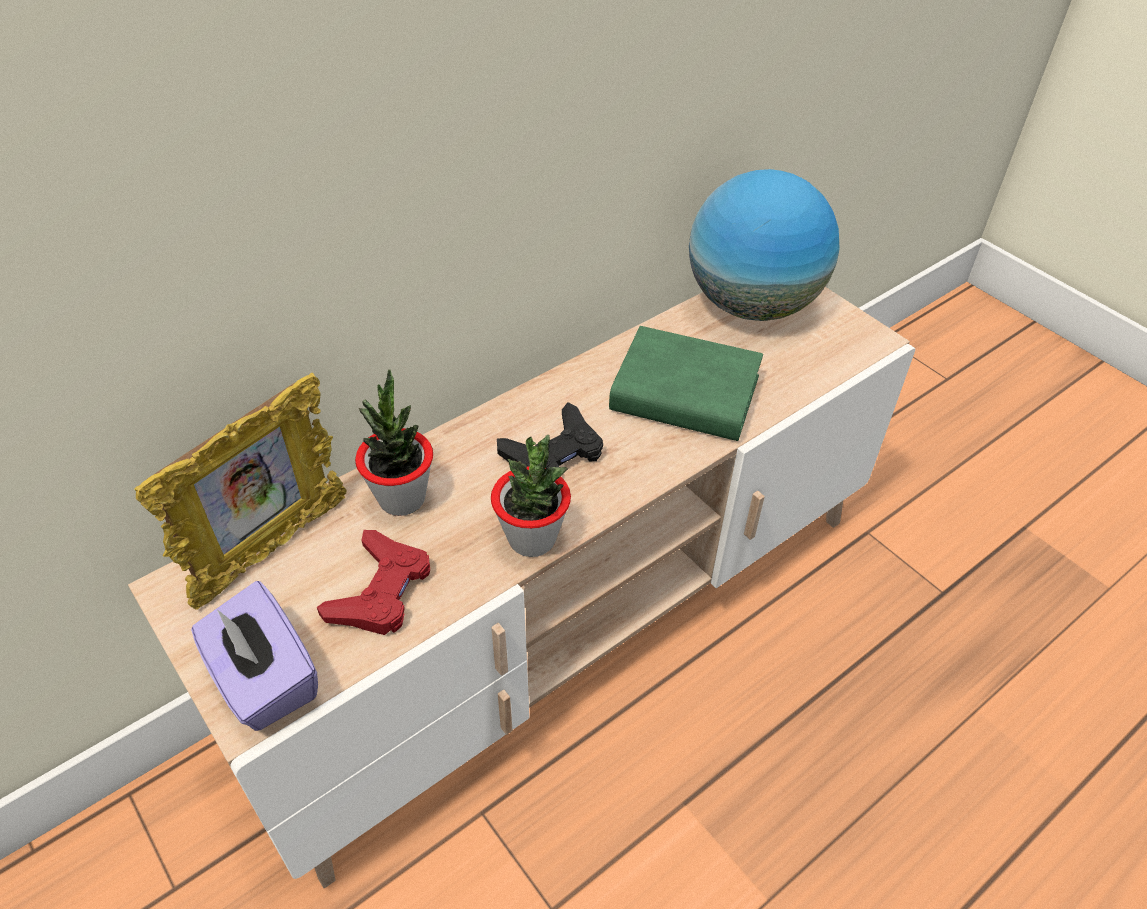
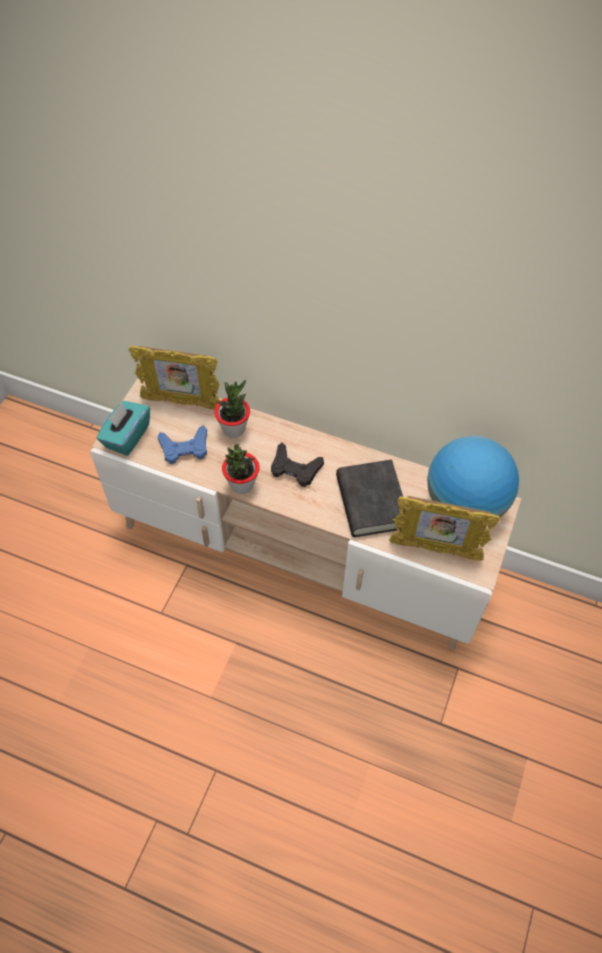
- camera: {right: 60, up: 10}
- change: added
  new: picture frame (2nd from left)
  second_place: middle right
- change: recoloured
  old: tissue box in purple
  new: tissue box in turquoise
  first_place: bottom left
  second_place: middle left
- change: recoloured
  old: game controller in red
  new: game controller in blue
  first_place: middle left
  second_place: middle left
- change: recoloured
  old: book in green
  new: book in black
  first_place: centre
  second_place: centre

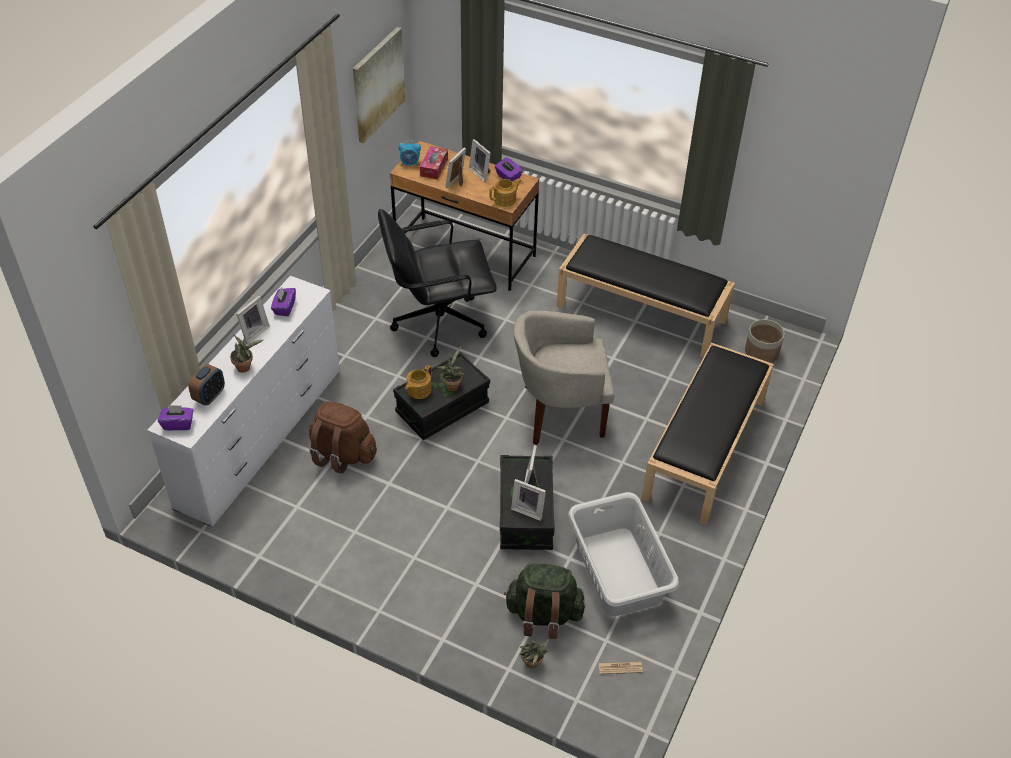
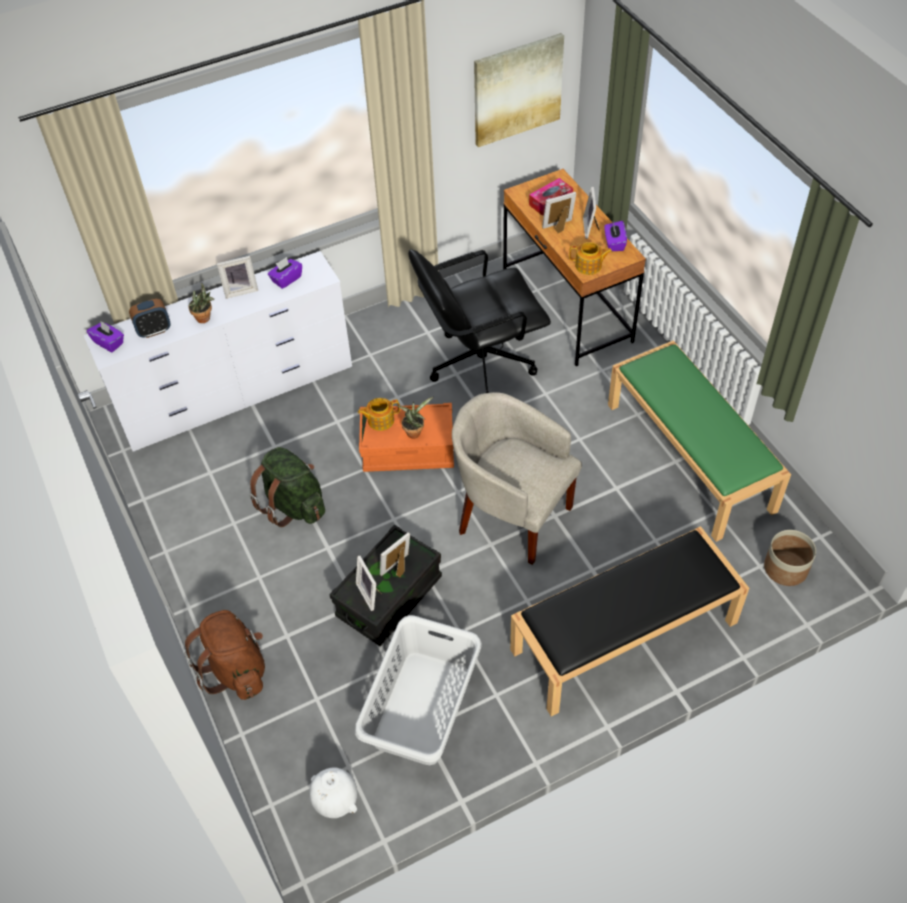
- camera: {right: 40, up: 5}
- change: removed
  old: alarm clock (2nd from left)
  first_place: top centre
- change: removed
  old: potted plant (3rd from left)
  first_place: bottom centre
- change: moved
  old: backpack in brown
  first_place: centre
  second_place: bottom left
- change: moved
  old: backpack in green
  first_place: bottom centre
  second_place: middle left
- change: replaced
  old: newspaper
  new: vase in white
  first_place: bottom centre
  second_place: bottom centre
- change: recoloured
  old: storage box in black (1st from left)
  new: storage box in orange
  first_place: centre
  second_place: centre
- change: recoloured
  old: bench in black (1st from left)
  new: bench in green
  first_place: centre
  second_place: middle right
- change: turned
  old: office chair in black
  first_place: centre
  second_place: centre
  degrees: -45

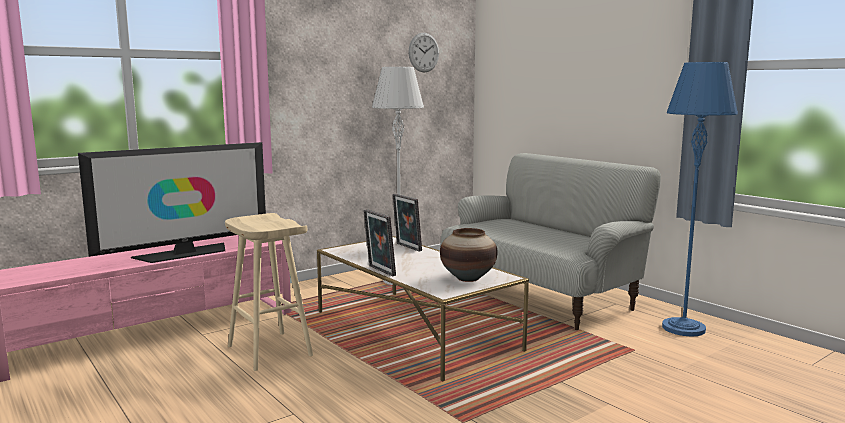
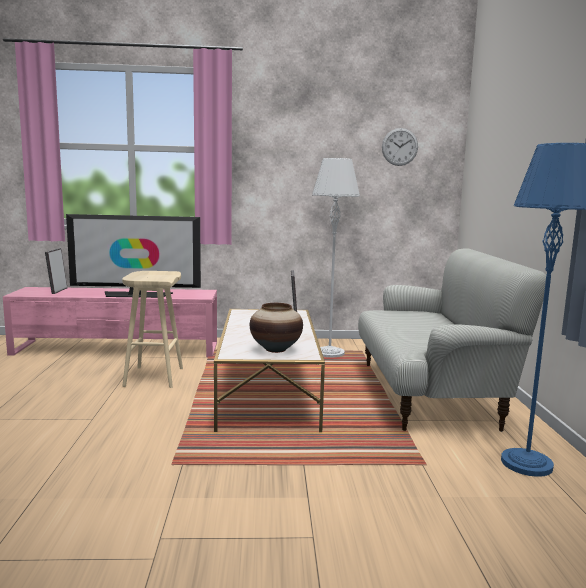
- camera: {right: 35, up: 0}
- change: moved
  old: picture frame (1st from left)
  first_place: centre
  second_place: middle left

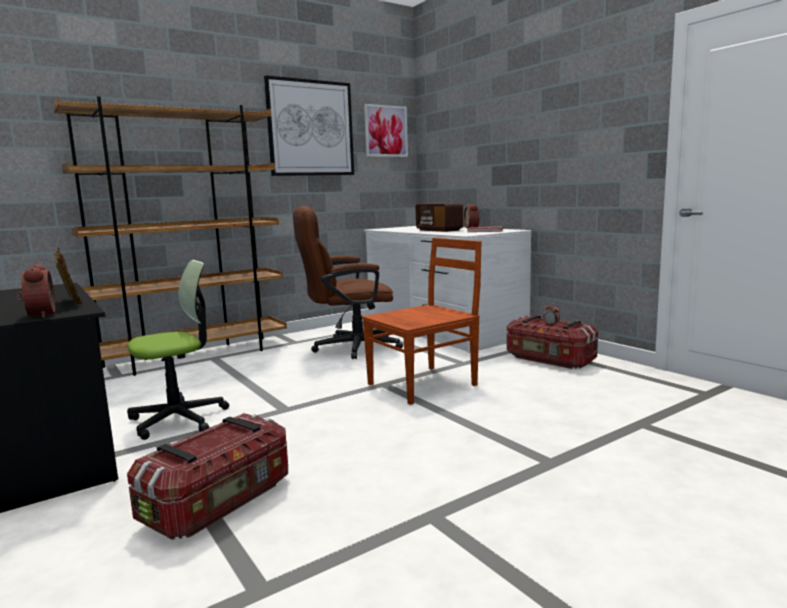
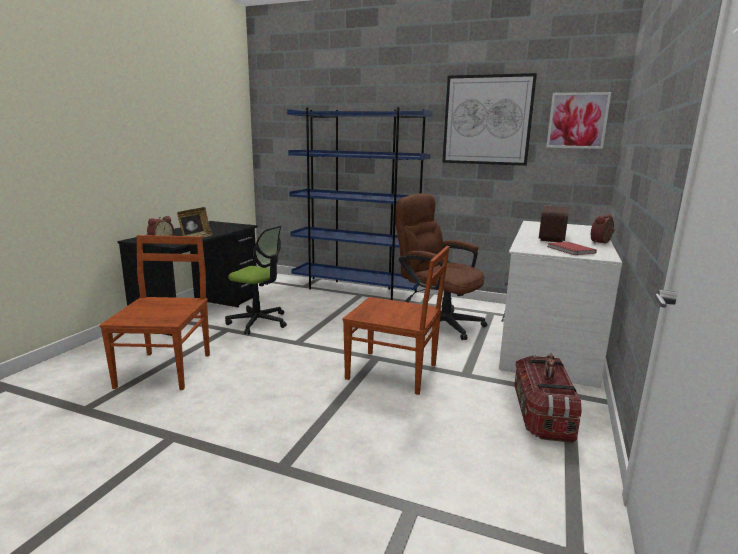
- camera: {right: 55, up: 5}
- change: replaced
  old: storage box (1st from left)
  new: chair in brown (1st from left)
  first_place: bottom left
  second_place: middle left
- change: recoloured
  old: bookcase in brown
  new: bookcase in blue
  first_place: middle left
  second_place: centre

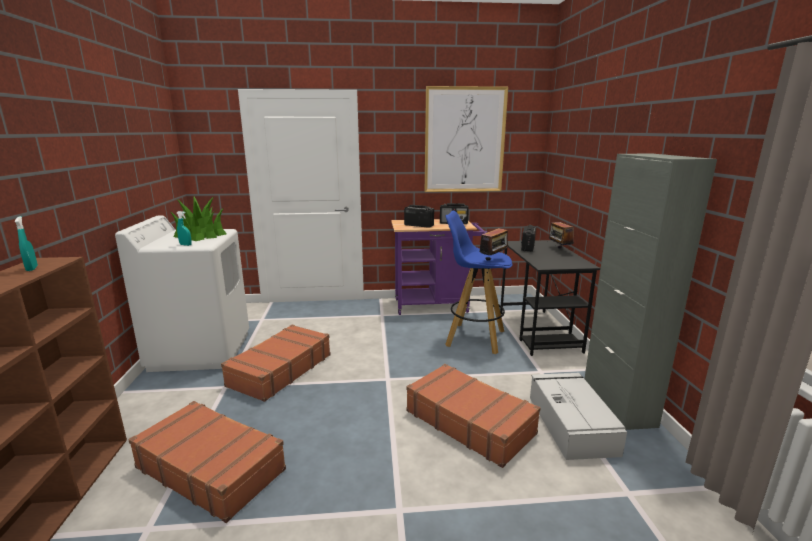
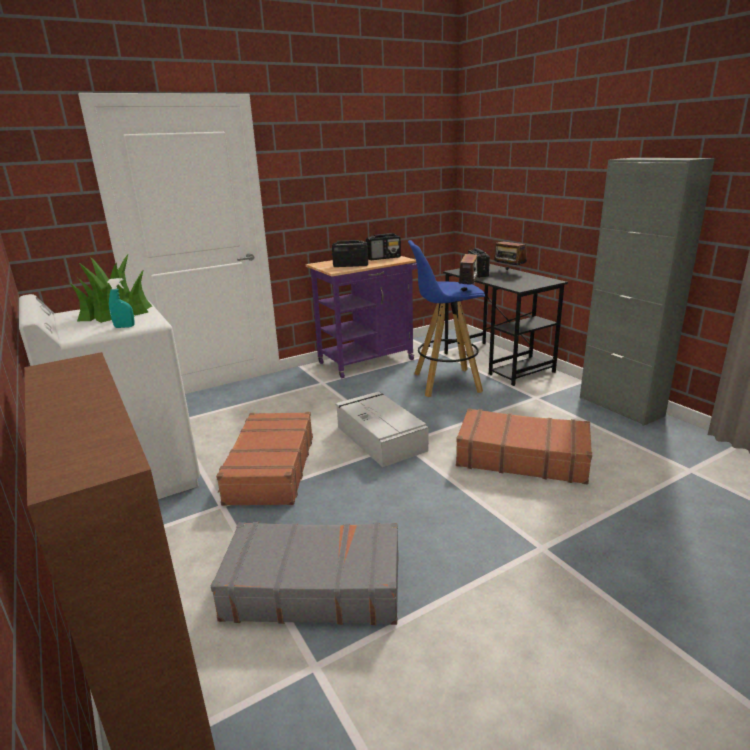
- camera: {right: -25, up: 5}
- change: removed
  old: spray bottle in turquoise (1st from left)
  first_place: middle left
- change: removed
  old: picture
  first_place: top centre
- change: moved
  old: storage box in grey
  first_place: bottom right
  second_place: centre
- change: recoloured
  old: suitcase in brown (1st from left)
  new: suitcase in grey
  first_place: bottom left
  second_place: bottom centre

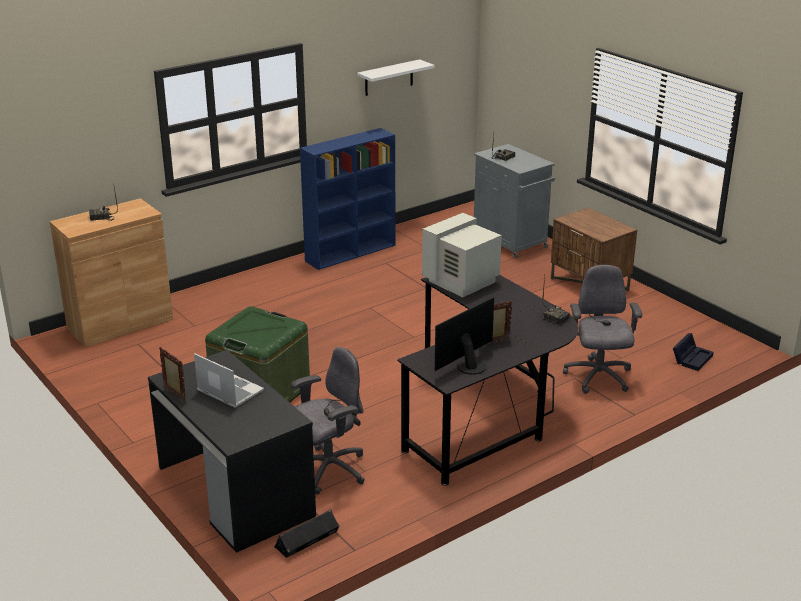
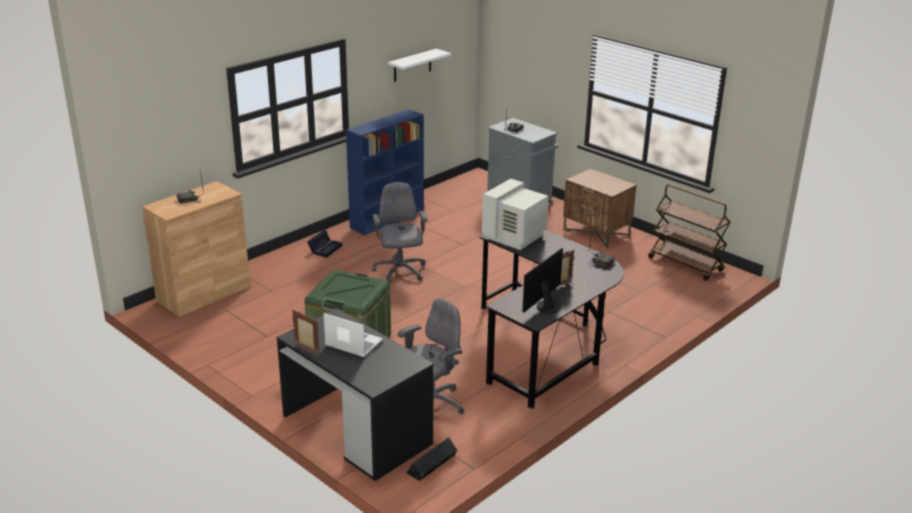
- camera: {right: -10, up: 0}
- change: added
  new: cart in brown
  second_place: middle right
- change: moved
  old: office chair in grey (2nd from left in the first image)
  new: office chair in grey (1st from left)
  first_place: middle right
  second_place: centre
- change: moved
  old: storage box in black
  first_place: middle right
  second_place: centre

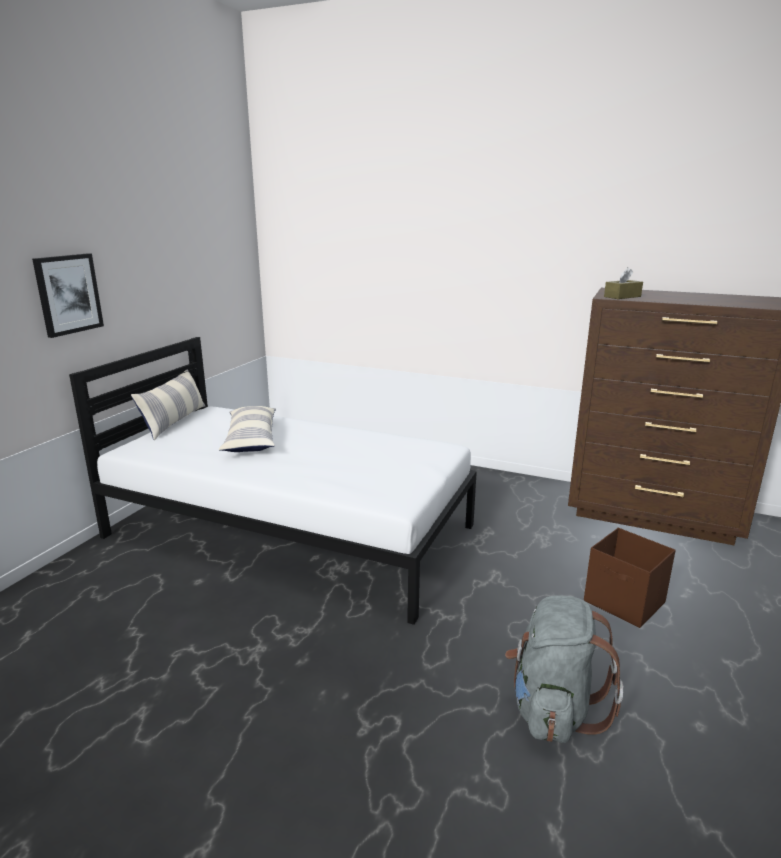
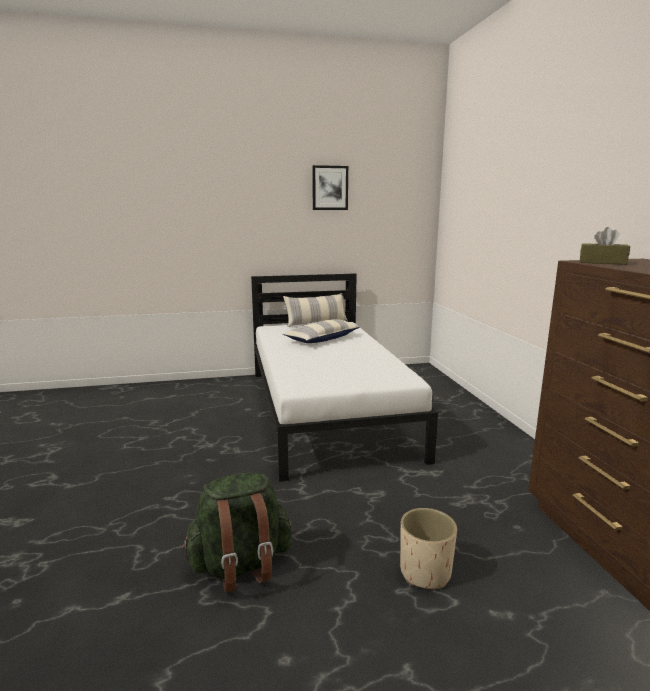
- camera: {right: 55, up: -5}
- change: moved
  old: picture
  first_place: middle left
  second_place: top centre
- change: replaced
  old: storage box in brown
  new: planter in beige
  first_place: bottom right
  second_place: bottom centre
- change: recoloured
  old: backpack in grey
  new: backpack in green
  first_place: bottom right
  second_place: bottom centre

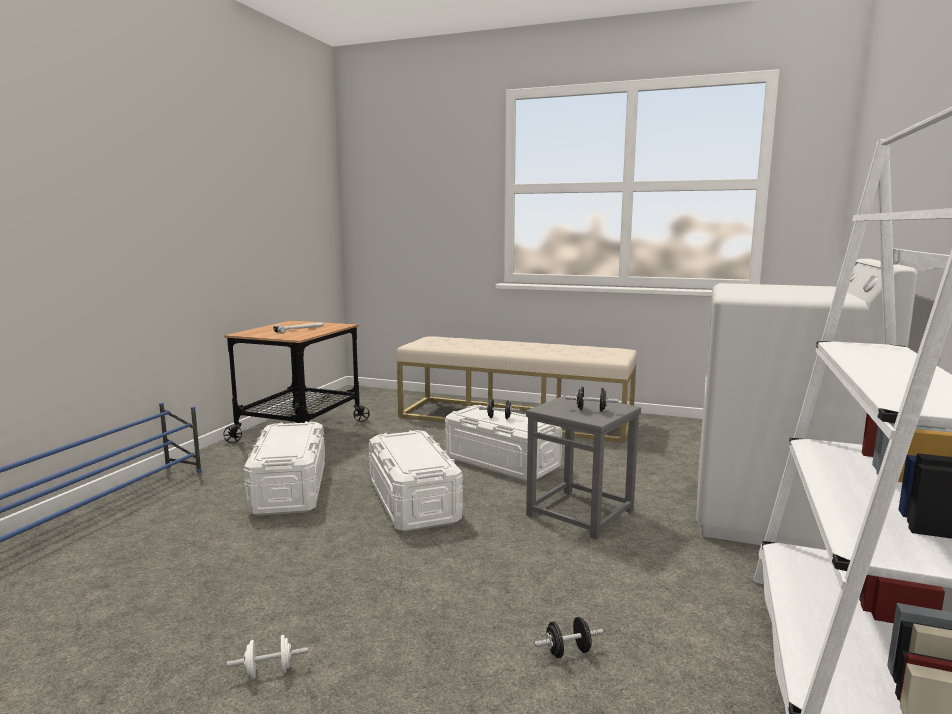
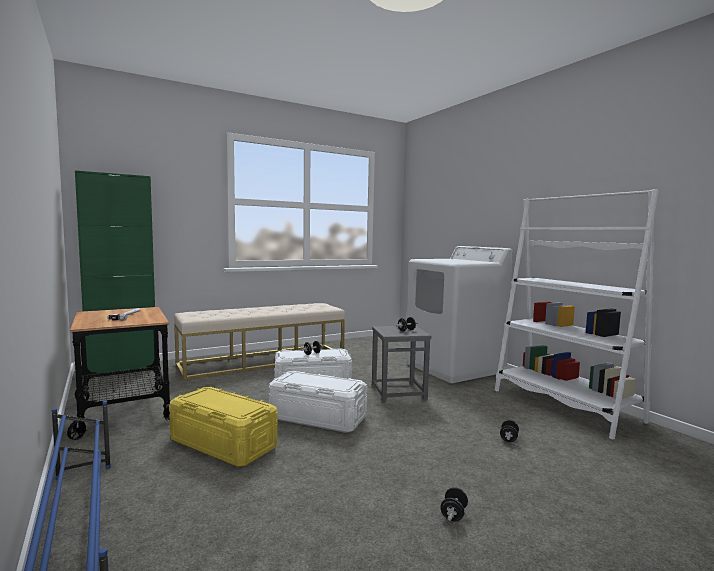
- camera: {right: -50, up: -5}
- change: added
  new: cabinet in green
  second_place: middle left
- change: recoloured
  old: dumbbell in white
  new: dumbbell in black (3rd from left)
  first_place: bottom left
  second_place: bottom centre
- change: recoloured
  old: storage box in white (1st from left)
  new: storage box in yellow
  first_place: middle left
  second_place: bottom left

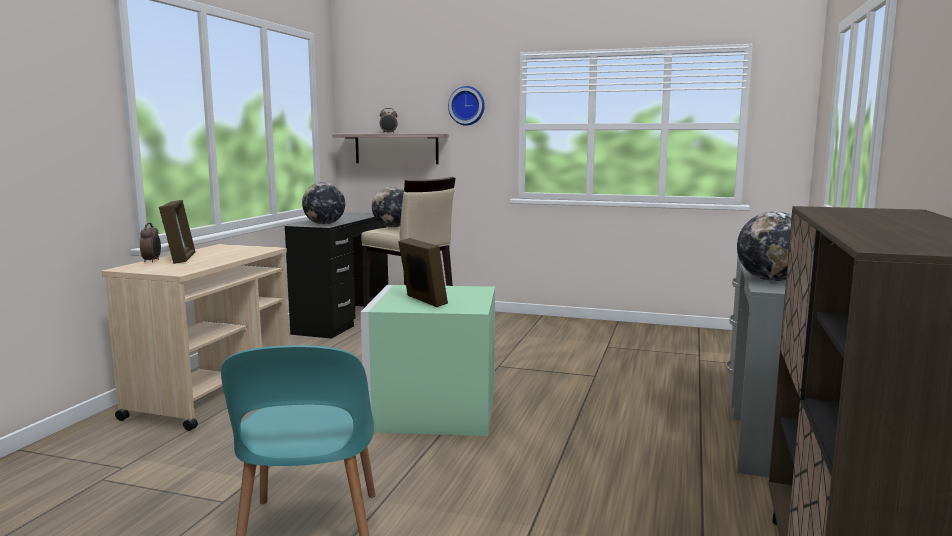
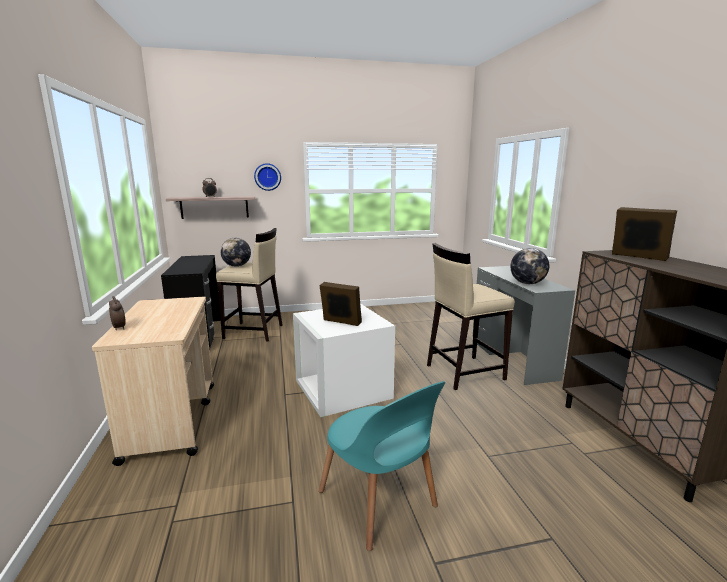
- camera: {right: -30, up: 5}
- change: removed
  old: globe (1st from left)
  first_place: centre
- change: added
  new: stool in beige (2nd from left)
  second_place: centre
- change: moved
  old: picture frame (1st from left in the first image)
  new: picture frame (2nd from left)
  first_place: middle left
  second_place: middle right
- change: recoloured
  old: storage box in green
  new: storage box in white
  first_place: bottom centre
  second_place: centre

